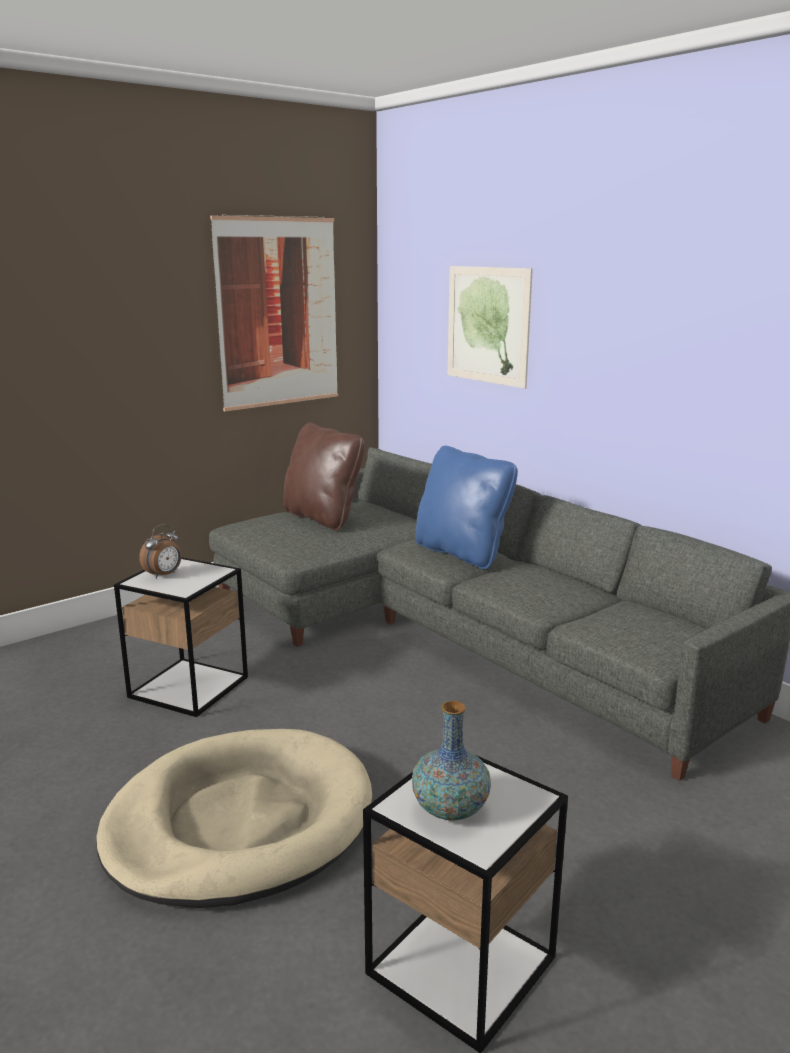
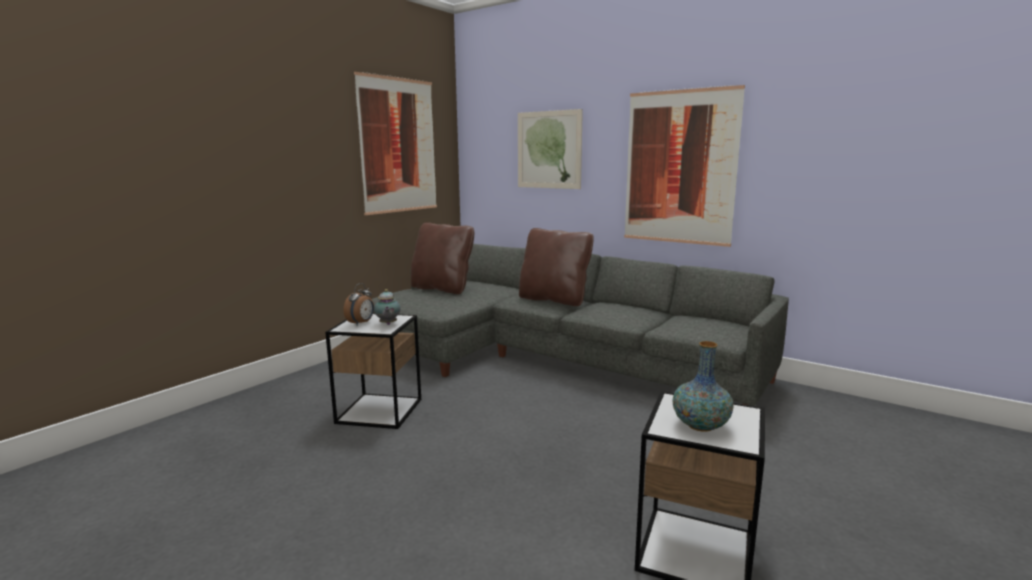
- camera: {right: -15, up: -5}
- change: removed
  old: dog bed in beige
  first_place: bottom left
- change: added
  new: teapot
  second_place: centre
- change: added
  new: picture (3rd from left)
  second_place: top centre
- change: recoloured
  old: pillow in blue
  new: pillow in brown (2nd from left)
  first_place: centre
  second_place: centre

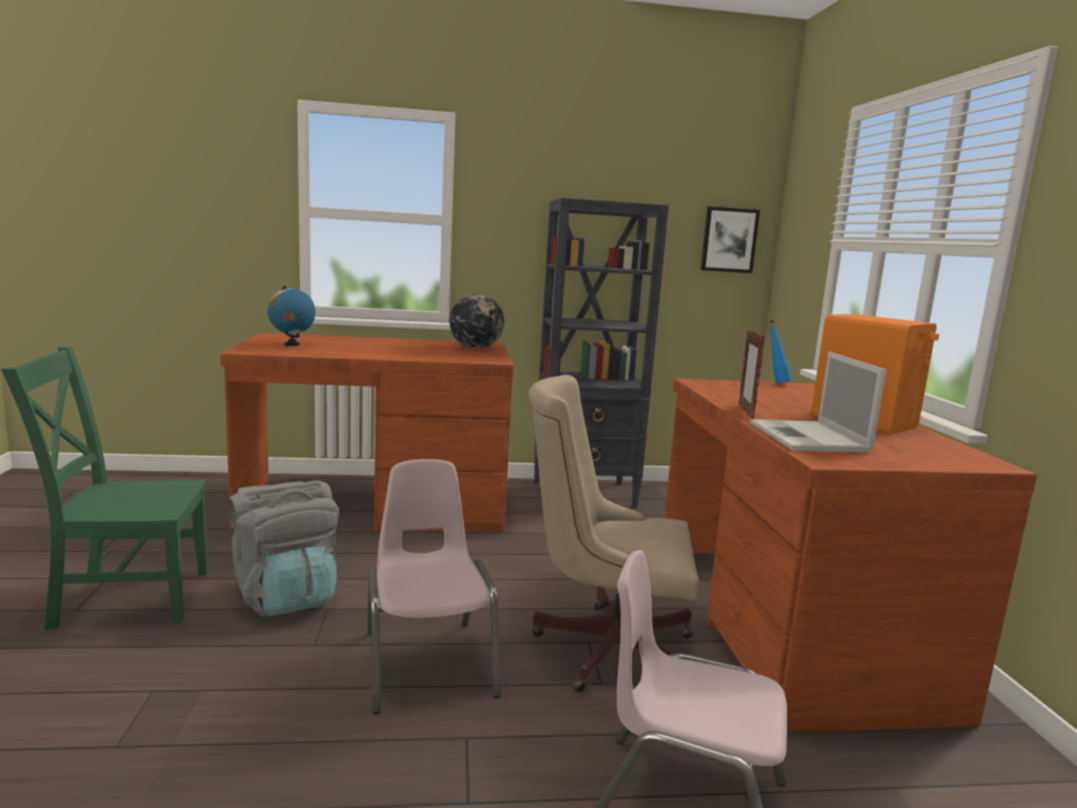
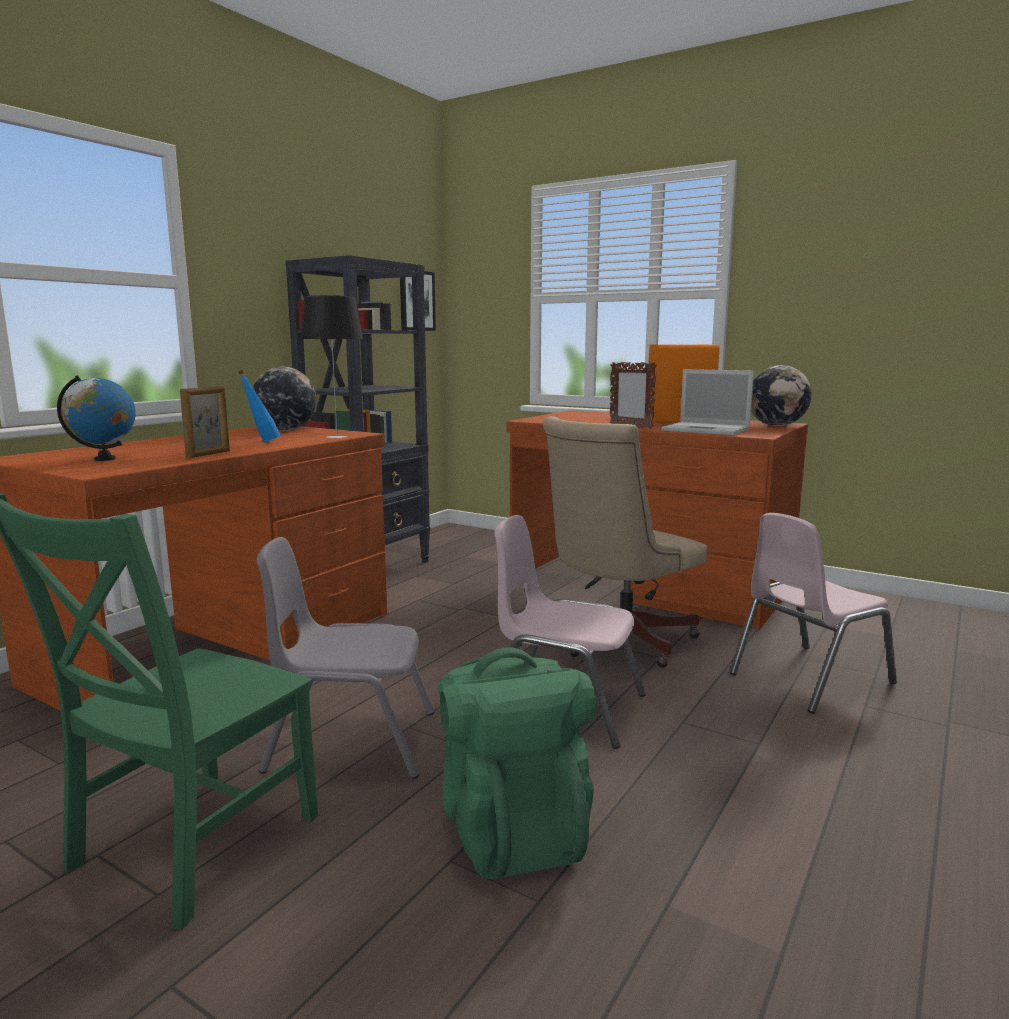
- camera: {right: -50, up: 0}
- change: added
  new: picture frame (1st from left)
  second_place: middle left
- change: added
  new: table lamp
  second_place: middle left
- change: added
  new: backpack in green
  second_place: bottom centre
- change: added
  new: globe (3rd from left)
  second_place: middle right
- change: moved
  old: bottle in blue
  first_place: middle right
  second_place: middle left
- change: replaced
  old: backpack in grey
  new: chair in grey
  first_place: bottom left
  second_place: centre

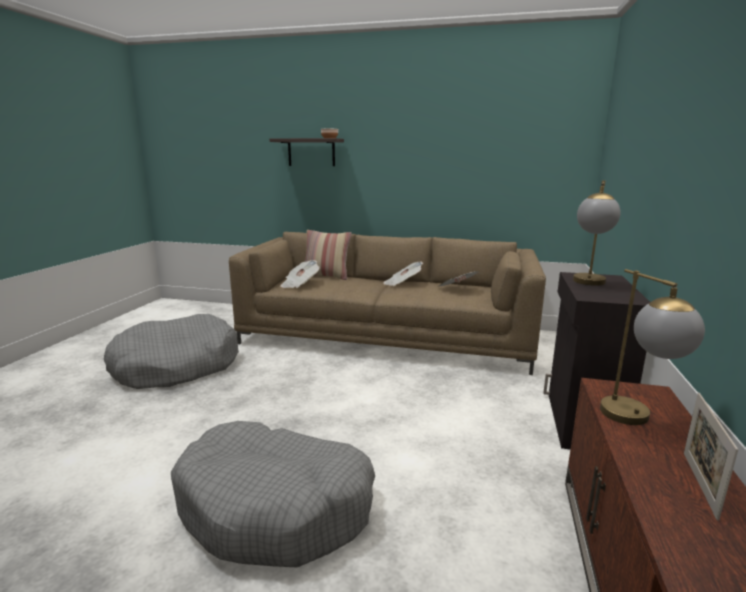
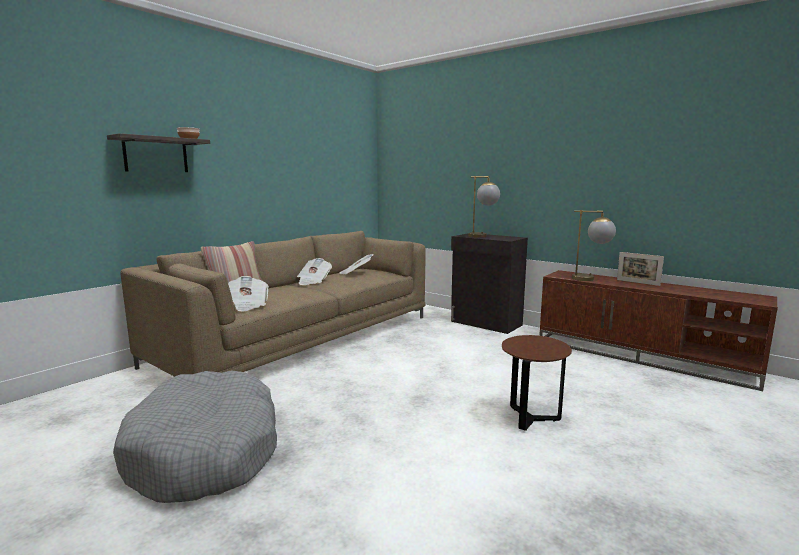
- camera: {right: -65, up: -5}
- change: replaced
  old: dog bed in grey (2nd from left)
  new: side table in brown
  first_place: bottom centre
  second_place: bottom right

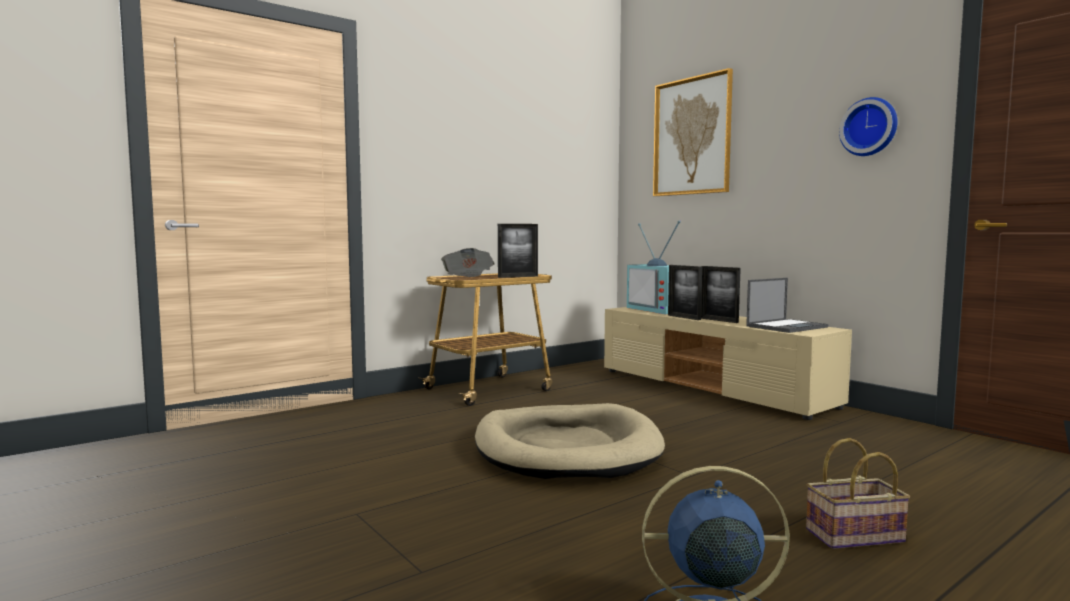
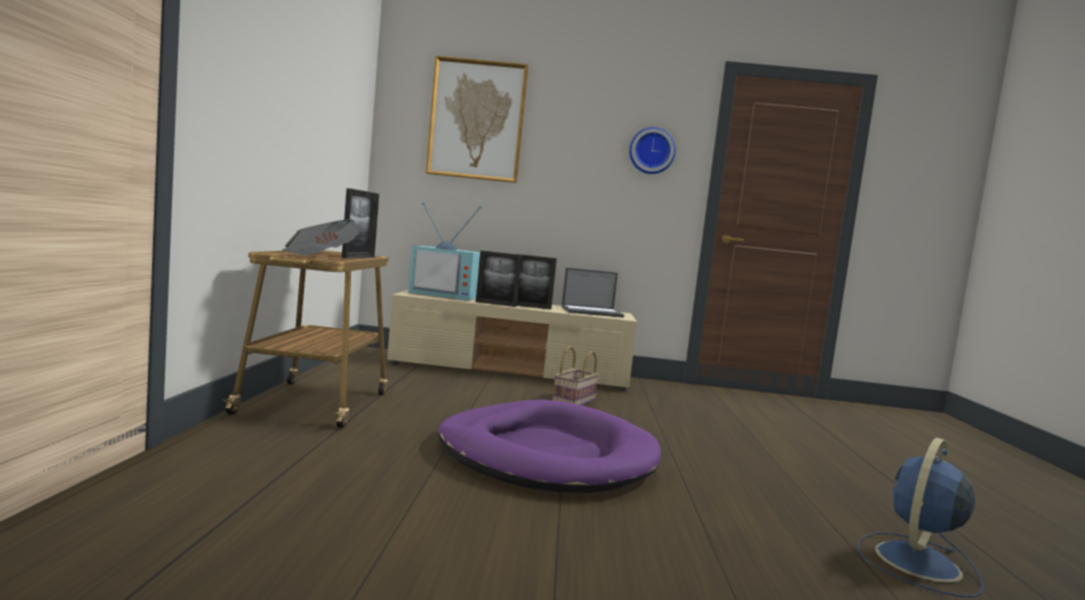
- camera: {right: -50, up: 0}
- change: moved
  old: basket
  first_place: bottom right
  second_place: centre
- change: recoloured
  old: dog bed in beige
  new: dog bed in purple
  first_place: bottom centre
  second_place: bottom centre
- change: turned
  old: laptop
  first_place: middle right
  second_place: centre
  degrees: 75

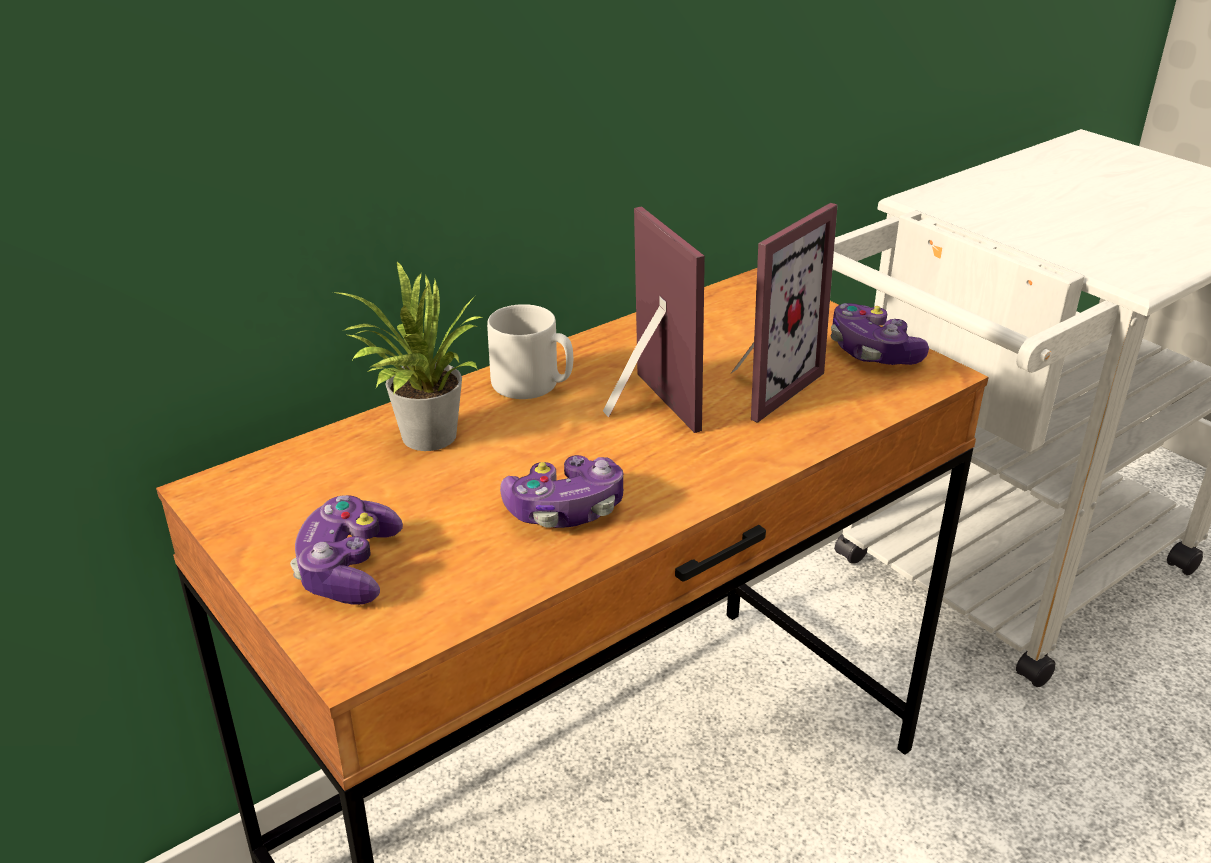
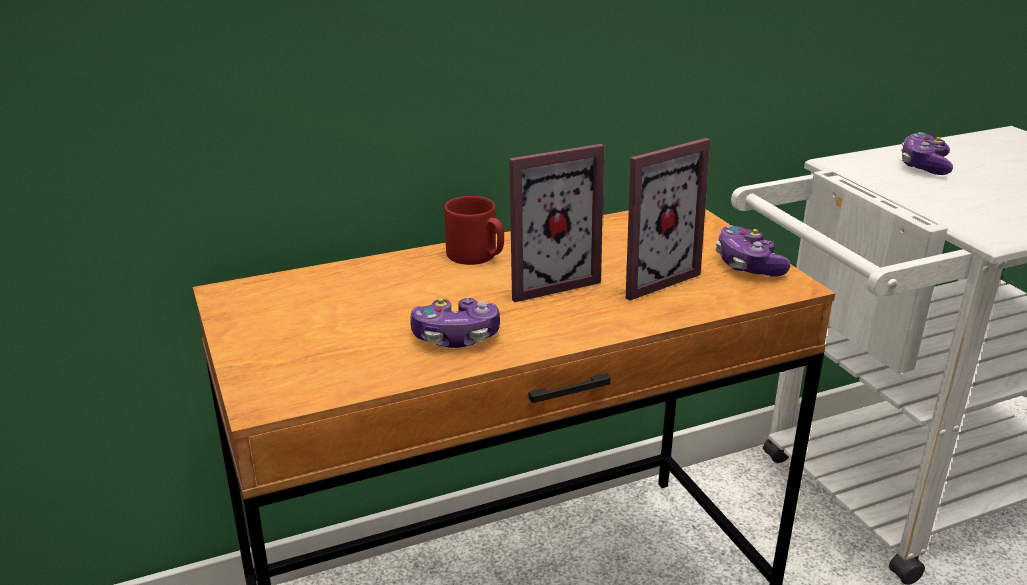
- camera: {right: 15, up: -5}
- change: removed
  old: potted plant
  first_place: centre
- change: moved
  old: game controller (1st from left in the first image)
  new: game controller (3rd from left)
  first_place: middle left
  second_place: top right
- change: recoloured
  old: mug in grey
  new: mug in red
  first_place: centre
  second_place: centre
- change: turned
  old: picture frame (1st from left)
  first_place: centre
  second_place: centre
  degrees: 75

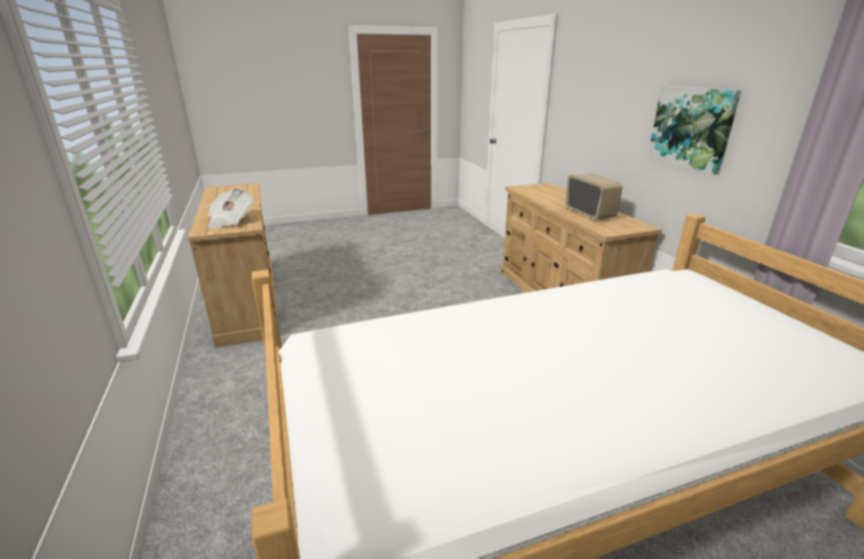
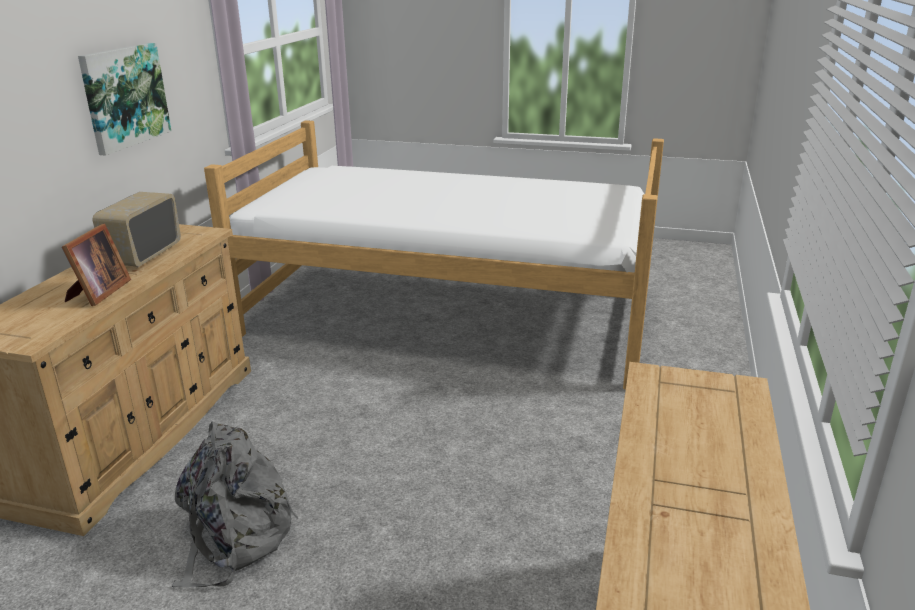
- camera: {right: -145, up: 0}
- change: removed
  old: newspaper
  first_place: middle left
- change: added
  new: picture frame
  second_place: middle left
- change: added
  new: backpack in grey
  second_place: bottom left

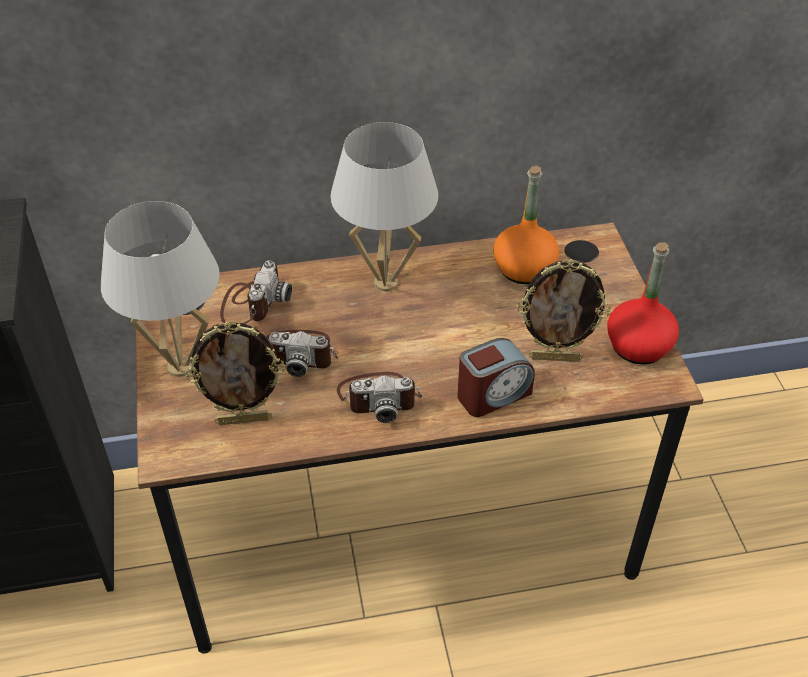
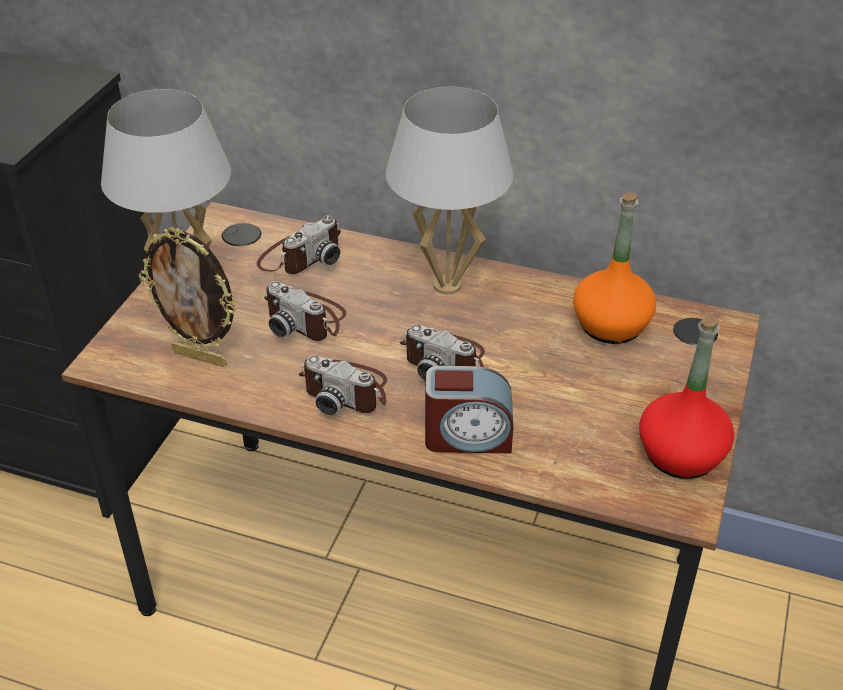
- camera: {right: 30, up: -5}
- change: removed
  old: picture frame (2nd from left)
  first_place: middle right
- change: added
  new: photo camera (4th from left)
  second_place: centre

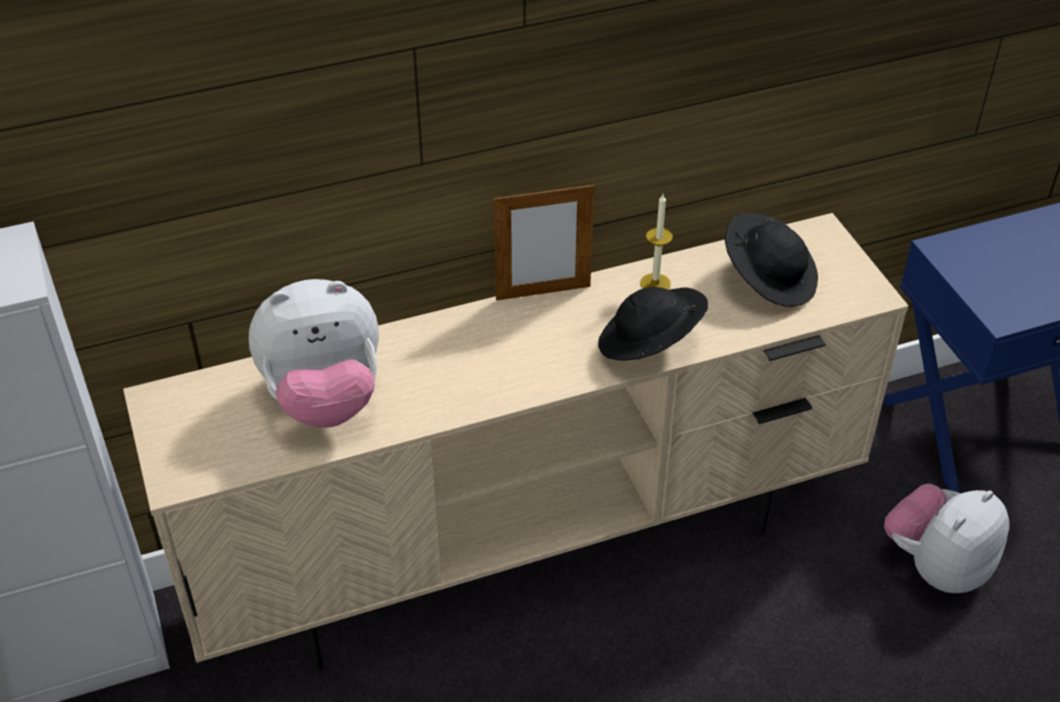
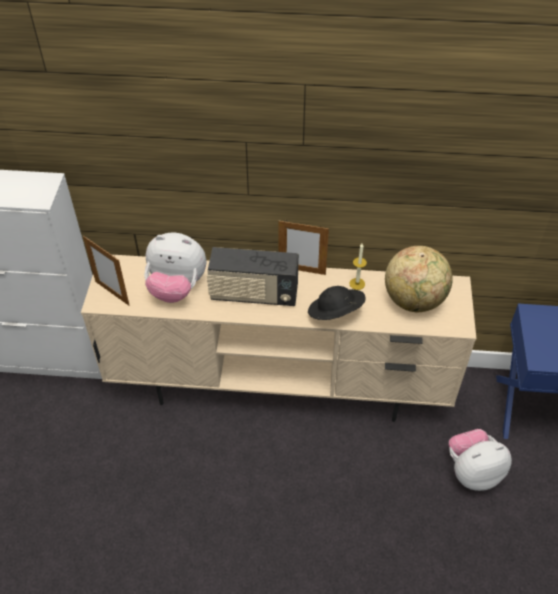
- camera: {right: 25, up: 5}
- change: added
  new: picture frame (1st from left)
  second_place: middle left
- change: added
  new: radio
  second_place: centre
- change: replaced
  old: hat in black (2nd from left)
  new: globe
  first_place: middle right
  second_place: middle right

